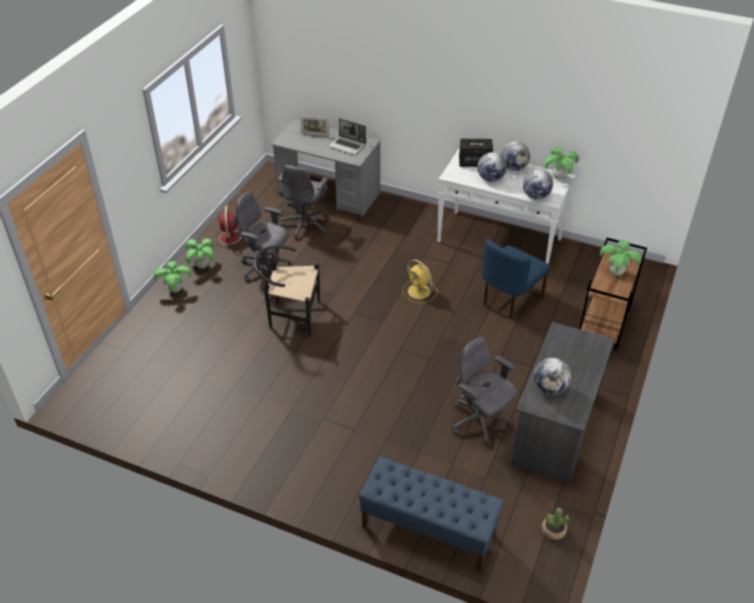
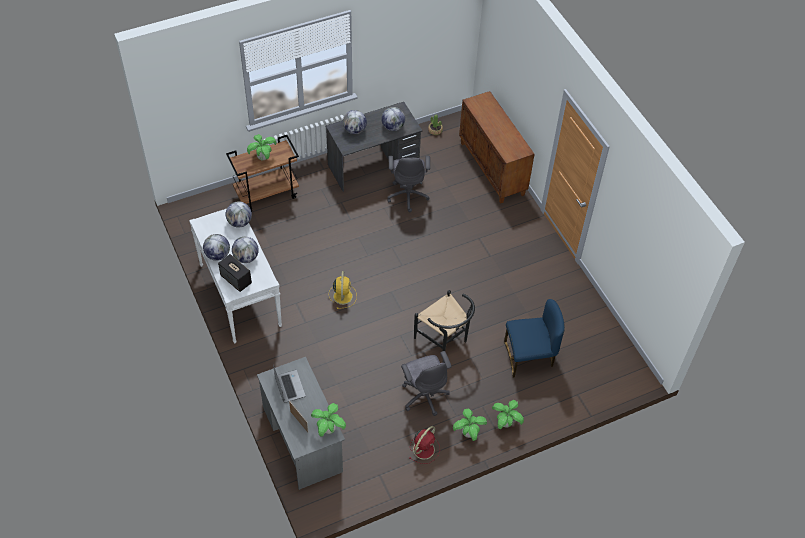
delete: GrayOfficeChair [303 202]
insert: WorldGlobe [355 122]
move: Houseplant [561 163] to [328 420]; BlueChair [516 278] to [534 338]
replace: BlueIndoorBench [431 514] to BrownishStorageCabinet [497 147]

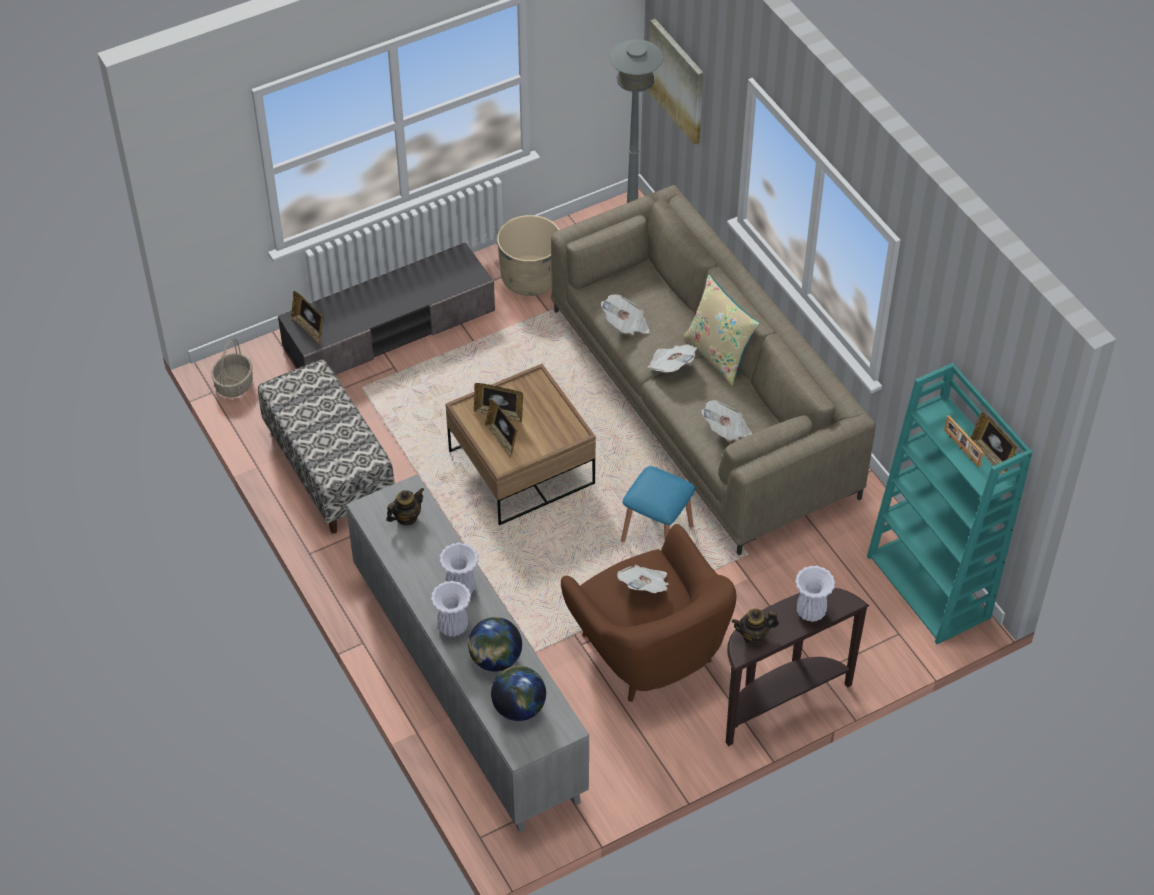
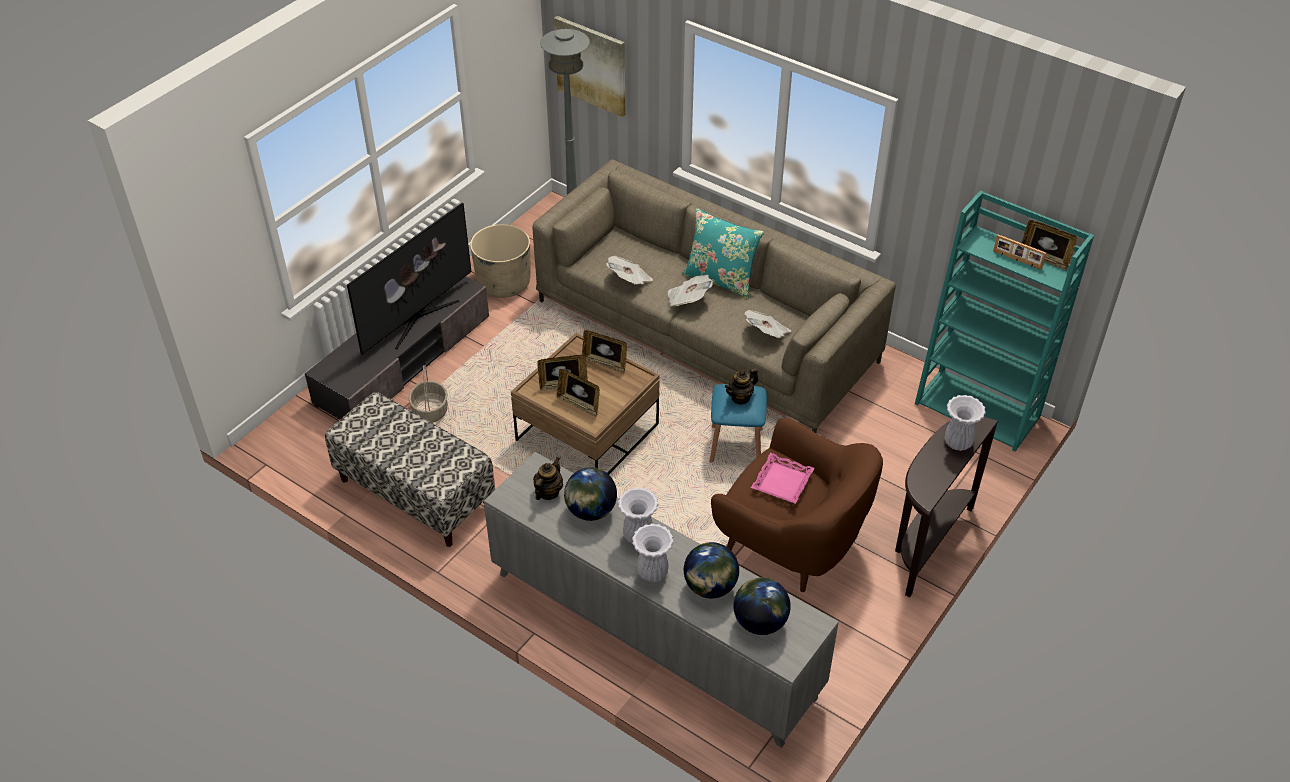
insert: TvSet [409 279]; WorldGlobe [590 494]
move: PhotoFrame [307 318] to [604 351]; Basket [232 368] to [428 394]; Teapot [755 627] to [741 386]
replace: DailyPaper [643 579] to PinkishCarryingTray [782 478]
recolor: BeigePillow [721 330] to TurquoiseColouredPillow [723 253]

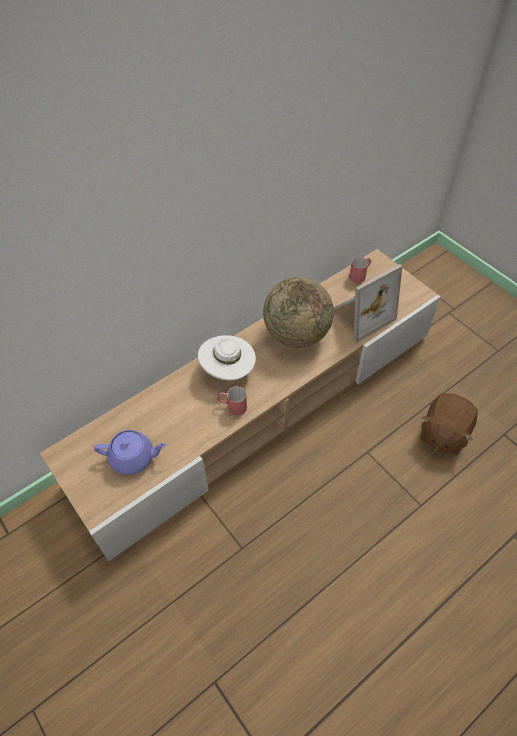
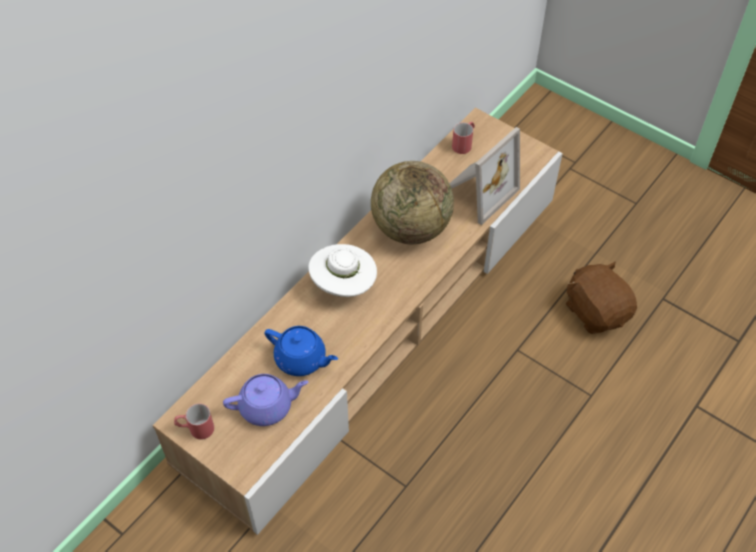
insert: BlueTeapot [301 351]
move: RedColouredMug [232 401] to [194 421]
rotate: BrownishPlushToy [449 424] = [601 298] 135 degrees clockwise

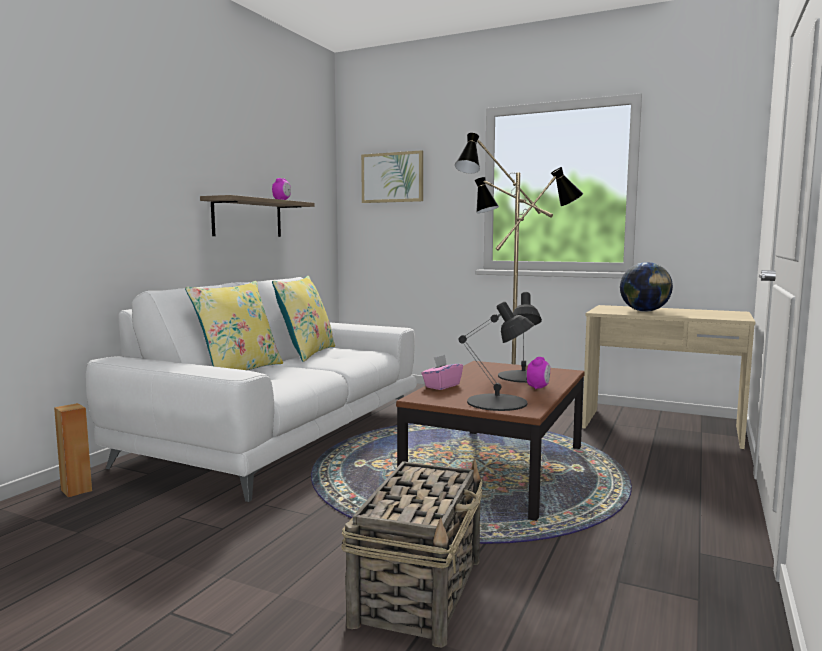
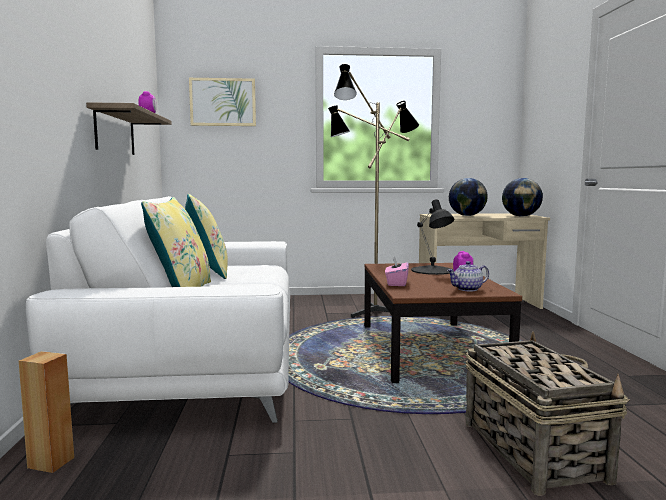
insert: WorldGlobe [522 197]
replace: BlackTabletopLamp [497 356] to Teapot [468 276]

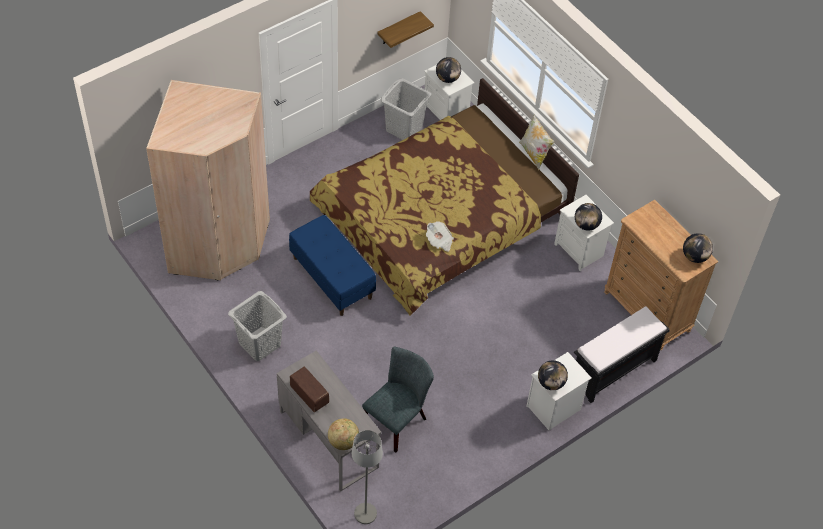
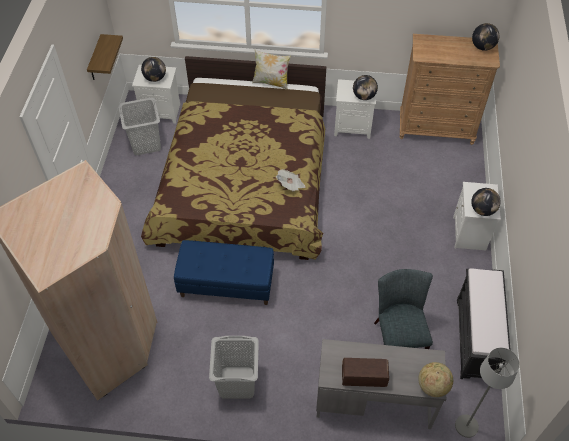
move: BlackIndoorBench [622 354] to [484 323]

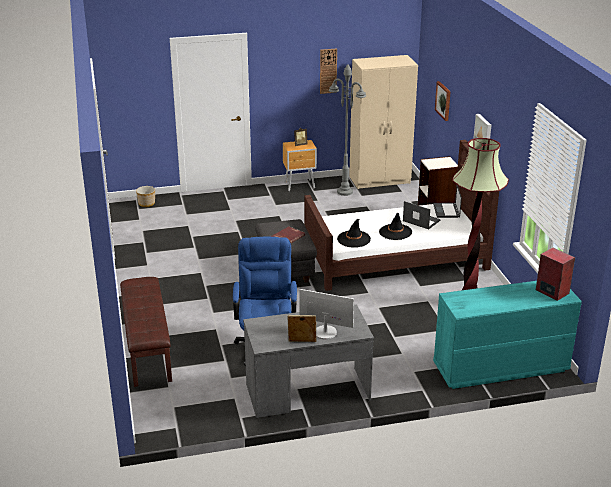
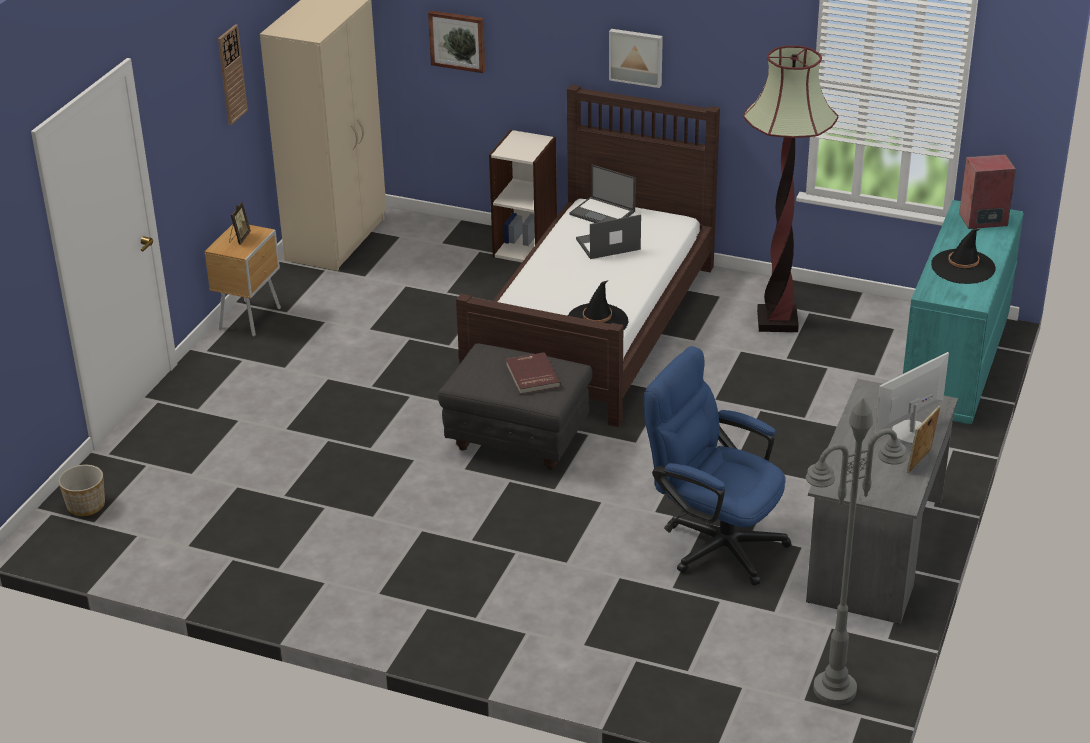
delete: BrownishIndoorBench [146 332]
move: GrayStandardLamp [347 130] to [856 551]; BlackClothingHat [395 226] to [963 256]

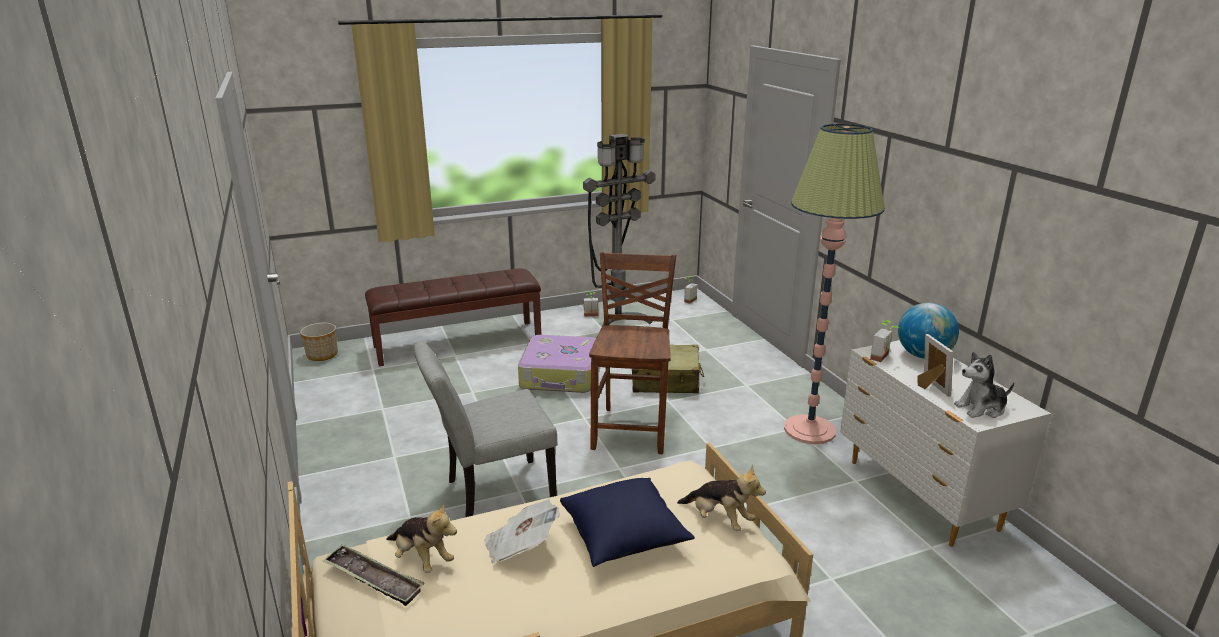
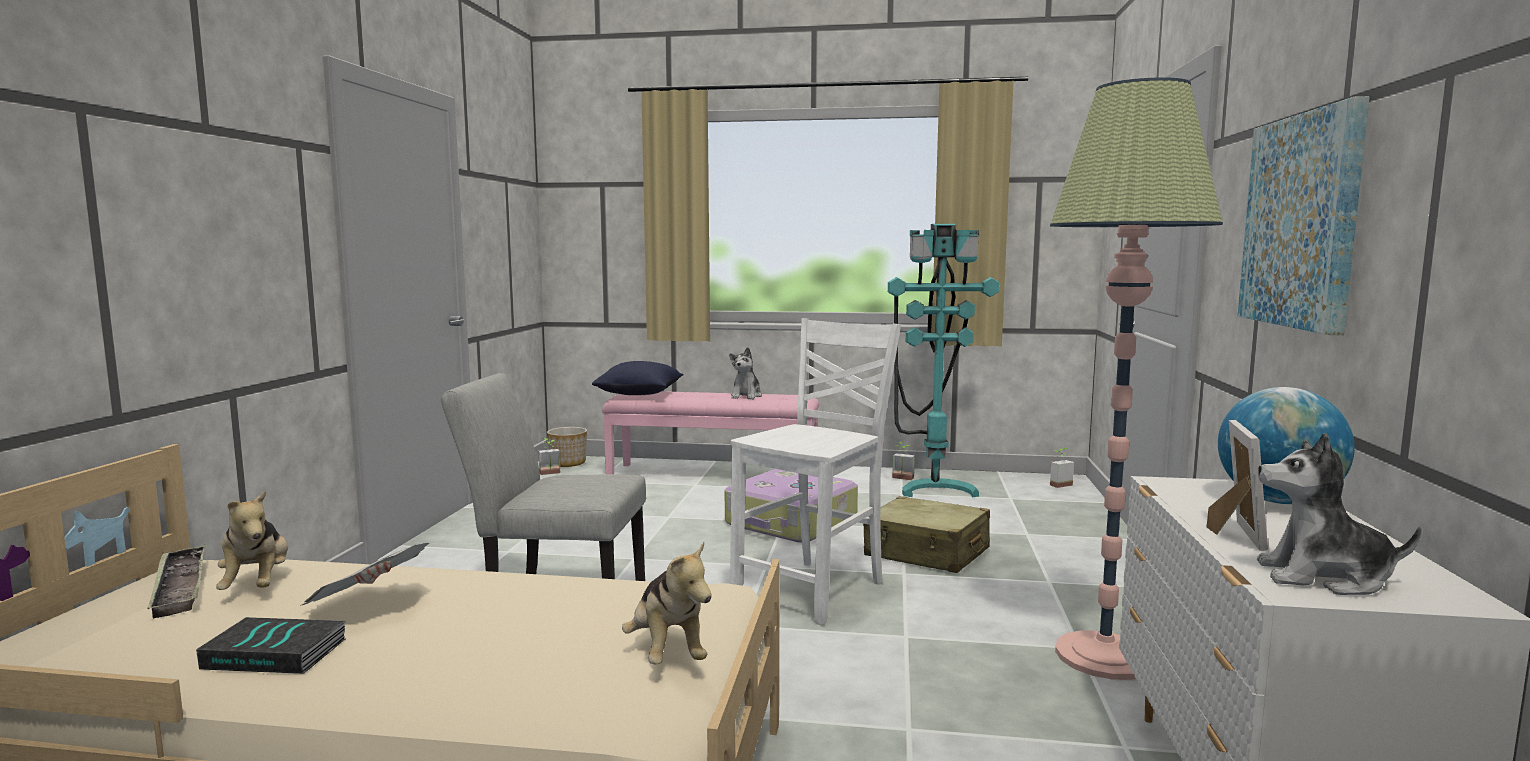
insert: WallArt [1304 215]; PlushToy [745 373]; Volume [271 645]
move: Houseplant [884 341] to [549 456]; BluePillow [627 522] to [638 378]
recolor: GrayStandardLamp [619 229] to TurquoiseColouredStandardLamp [943 361]; BrownishChair [632 353] to WhitishChair [815 472]; BrownishIndoorBench [453 317] to PinkishIndoorBench [710 432]

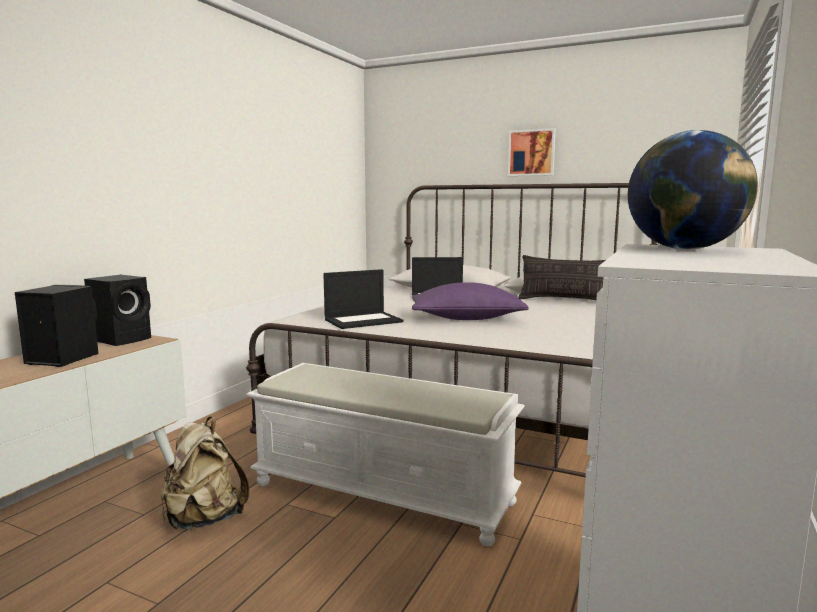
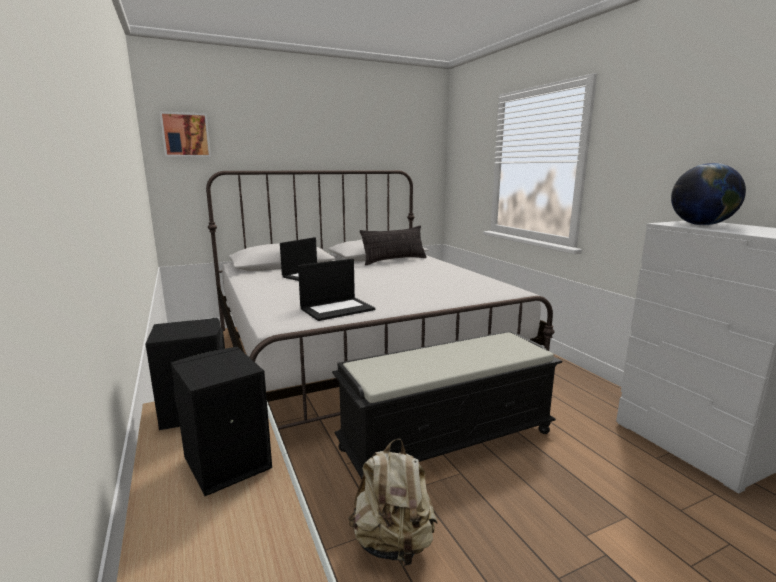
delete: PurpleColouredPillow [470 301]
move: WallArt [532 152] to [185 134]
recolor: WhitishIndoorBench [385 454] to BlackIndoorBench [447 405]
rotate: Laptop [363 299] = [336 290] 45 degrees clockwise

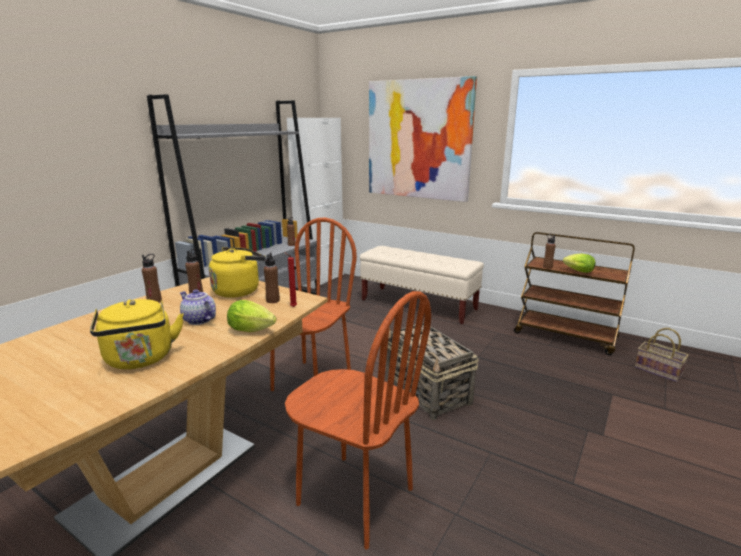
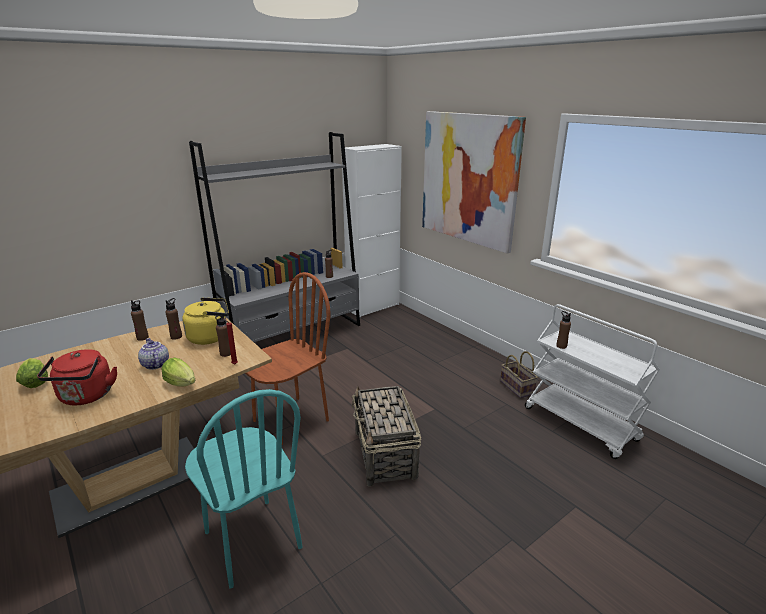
delete: BeigeIndoorBench [422 285]
move: LettuceHead [579 263] to [32 373]; Basket [662 355] to [519 374]
recolor: BrownishTrolley [574 293] to WhitishTrolley [592 381]; BrownishChair [358 420] to TurquoiseColouredChair [244 489]; YellowColouredWaterKettle [137 334] to RedColouredWaterKettle [77 377]

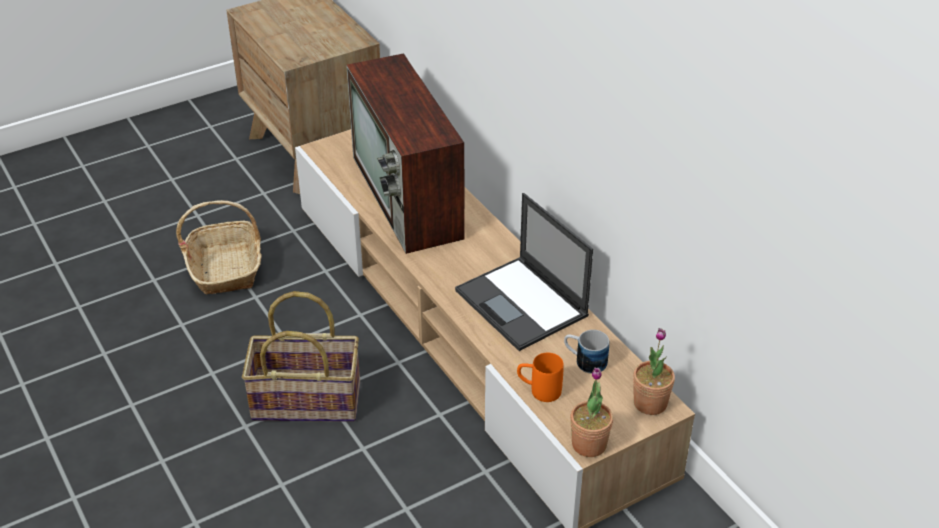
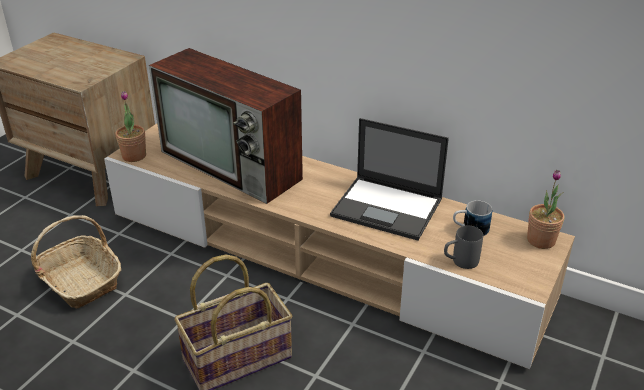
move: Houseplant [591 412] to [131 126]
recolor: OrangeMug [540 377] to GrayMug [463 247]

